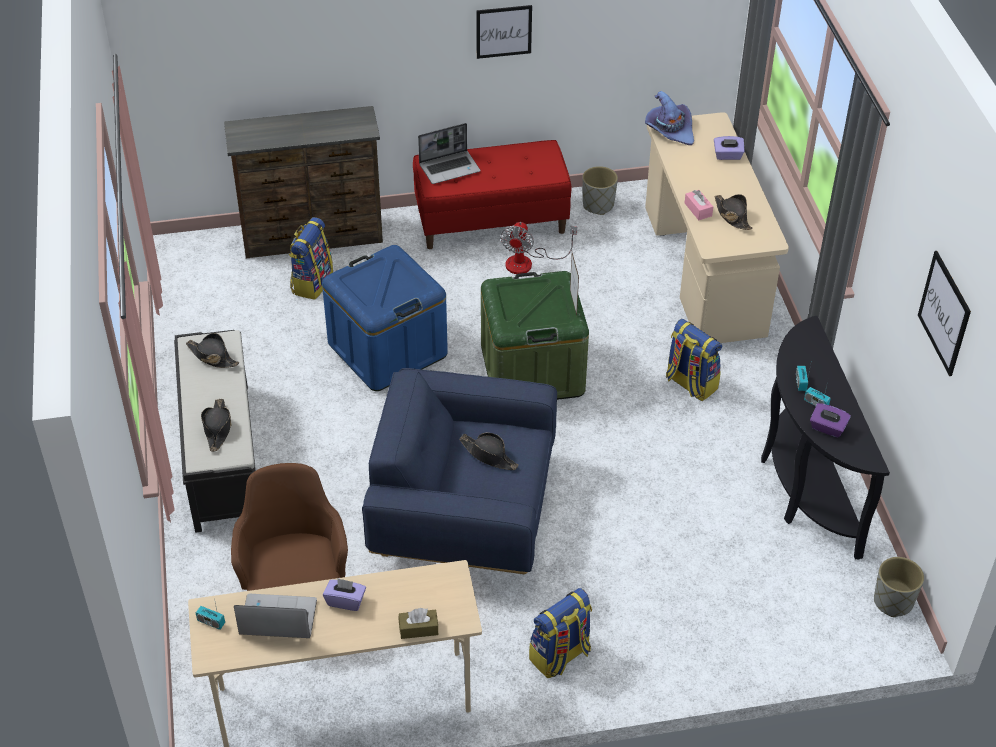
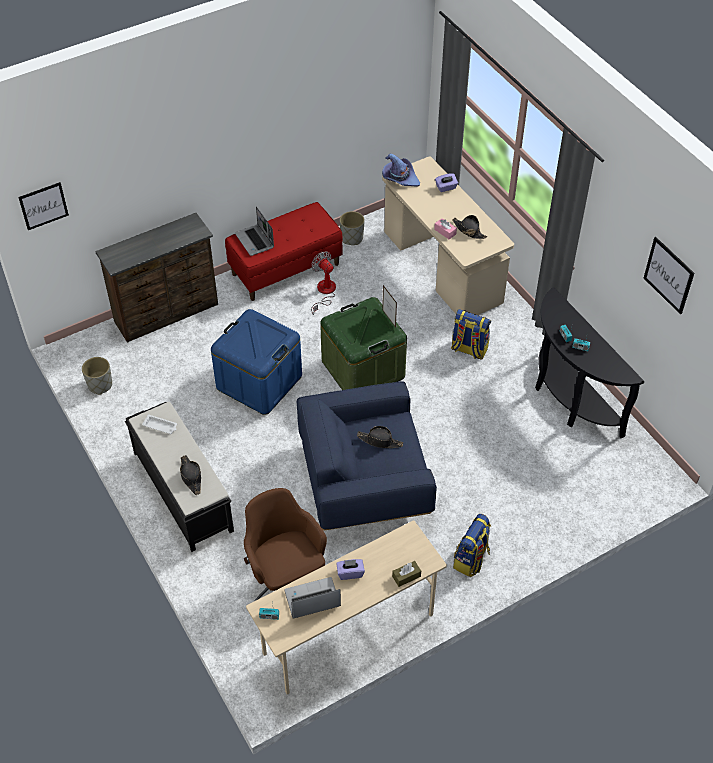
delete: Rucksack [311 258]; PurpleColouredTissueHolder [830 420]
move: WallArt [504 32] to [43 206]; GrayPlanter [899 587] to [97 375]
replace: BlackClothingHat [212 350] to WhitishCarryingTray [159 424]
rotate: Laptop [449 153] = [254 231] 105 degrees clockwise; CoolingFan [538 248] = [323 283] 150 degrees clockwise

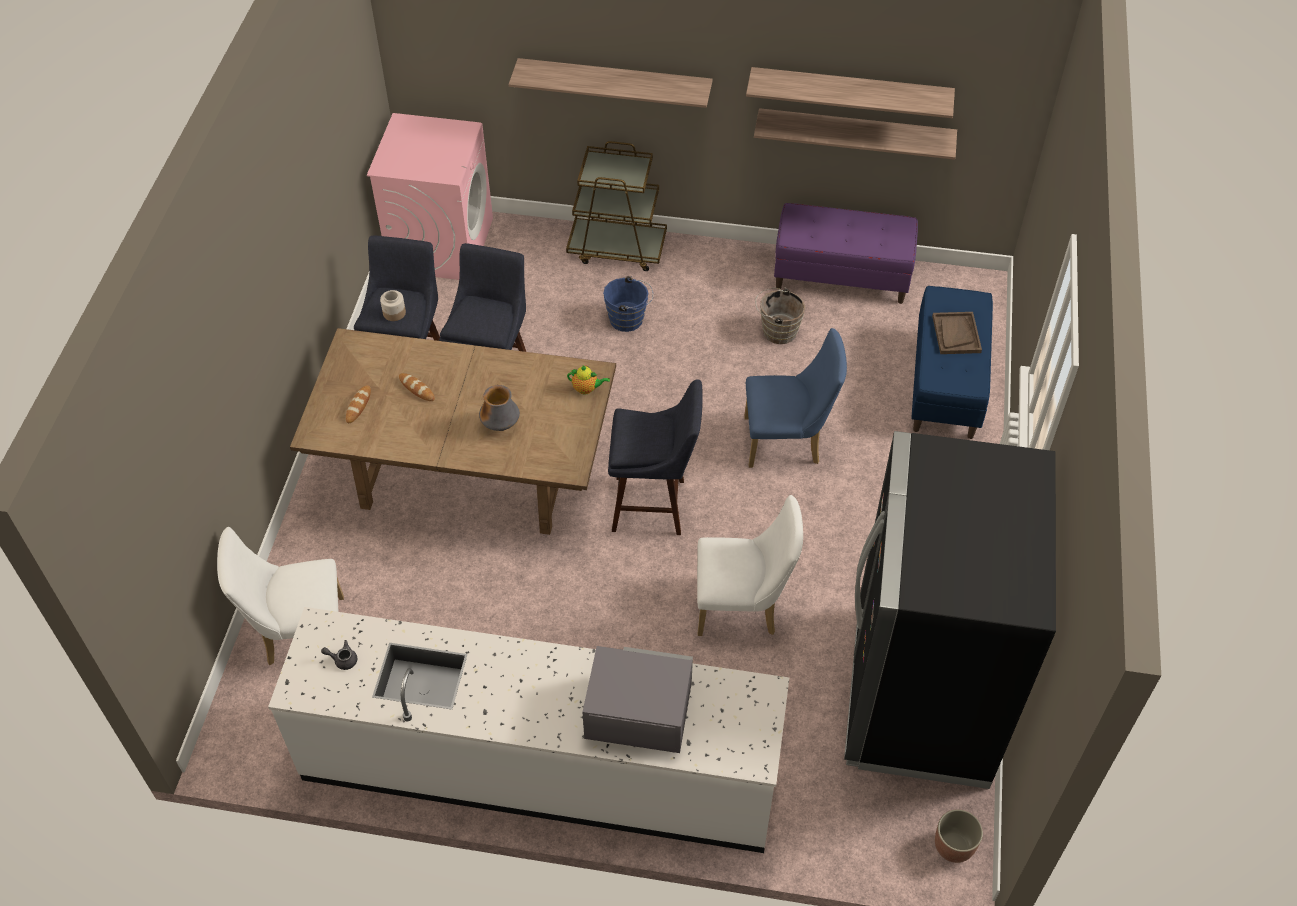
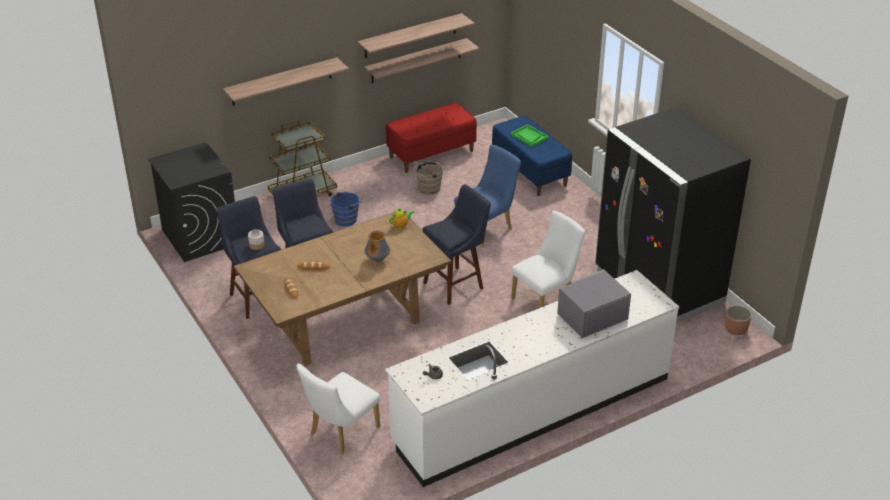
recolor: PinkishLaundryMachine [430 196] to BlackLaundryMachine [191 202]; PurpleColouredIndoorBench [846 253] to RedColouredIndoorBench [431 138]; BrownishCarryingTray [957 333] to GreenColouredCarryingTray [530 135]

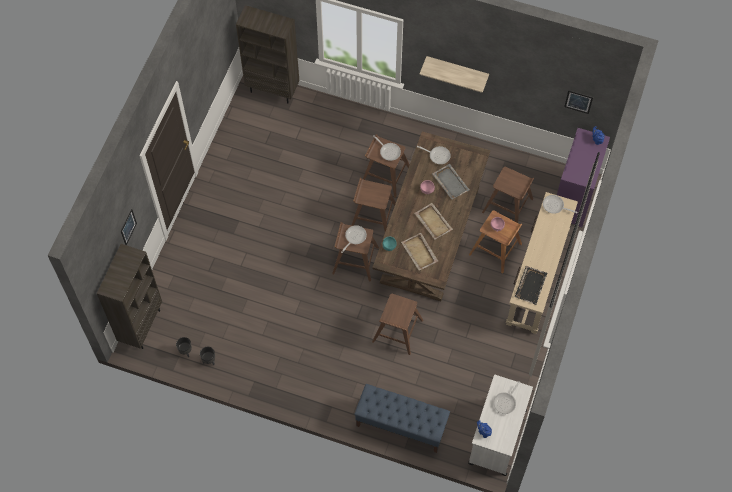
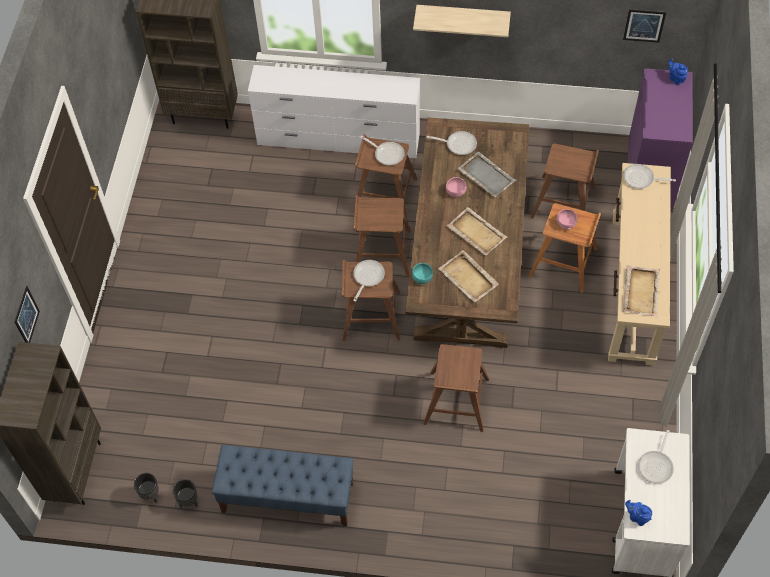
insert: WhitishChestOfDrawers [334 111]
move: BlueIndoorBench [402 418] to [282 485]
recolor: BlackCarryingTray [531 285] to BeigeCarryingTray [641 291]

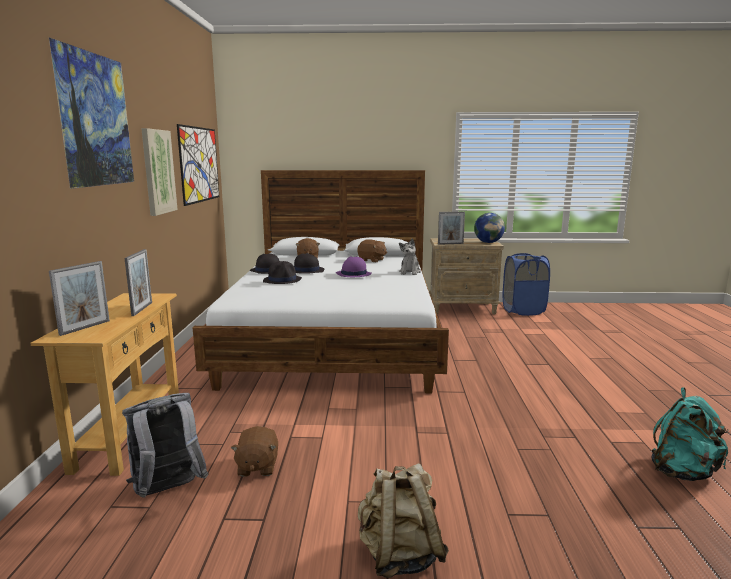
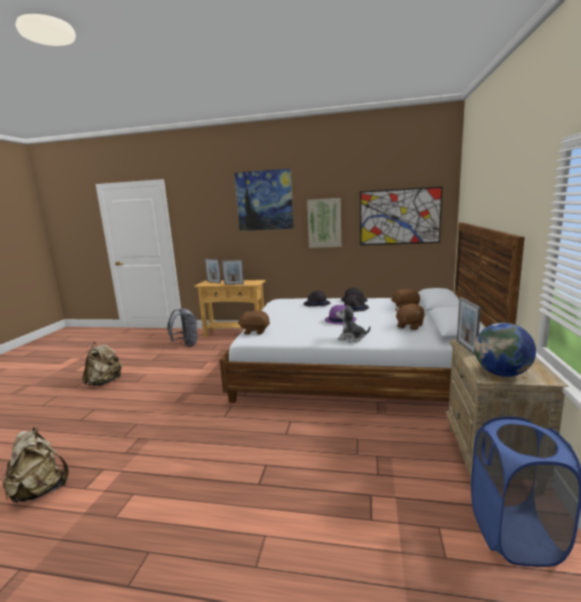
move: BrownishPlushToy [254 451] to [254 323]
recolor: TurquoiseColouredRucksack [689 434] to BeigeRucksack [36 465]

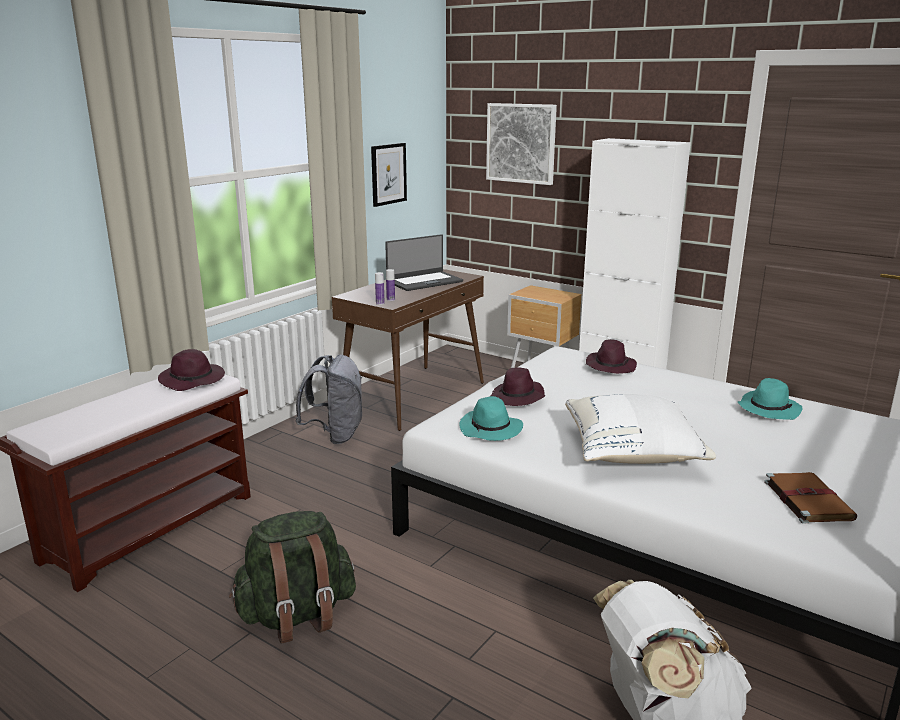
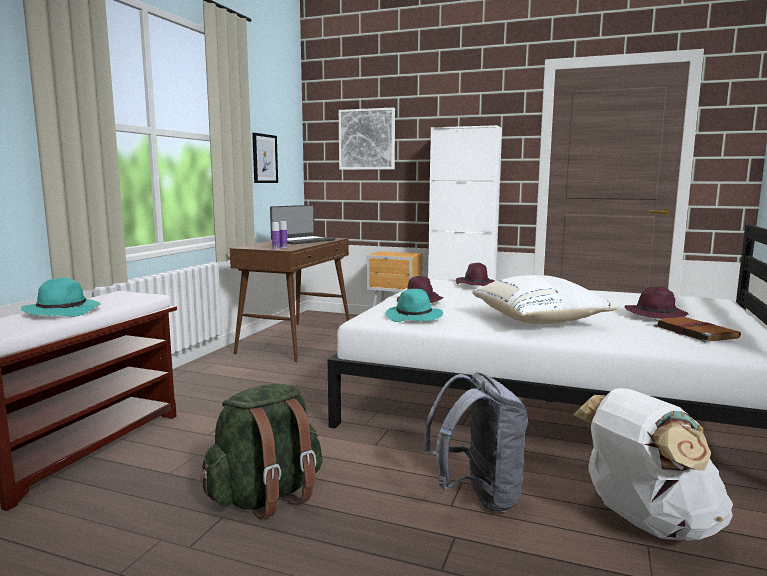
move: PurpleColouredClothingHat [191 370] to [656 302]; GrayRucksack [328 399] to [475 442]; TurquoiseColouredClothingHat [770 399] to [61 297]

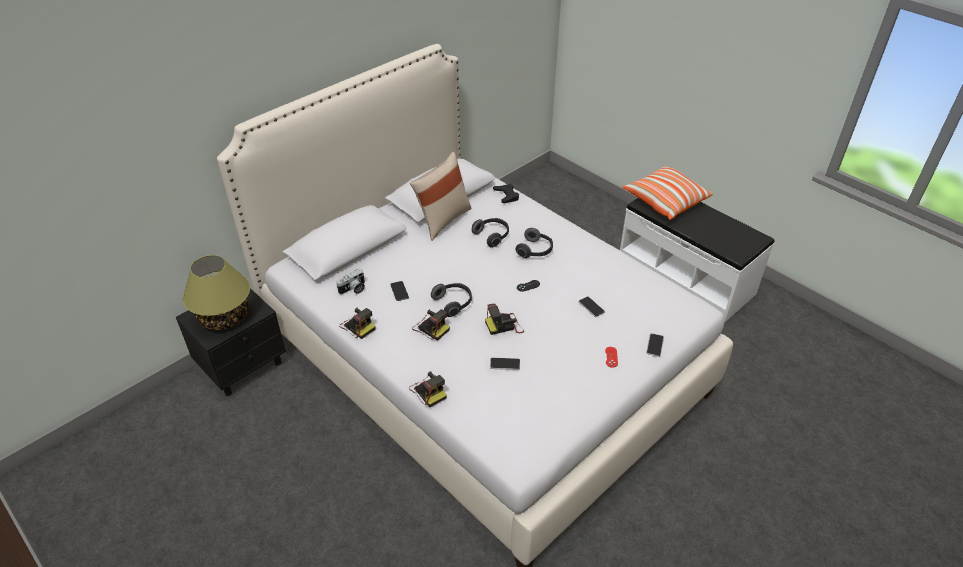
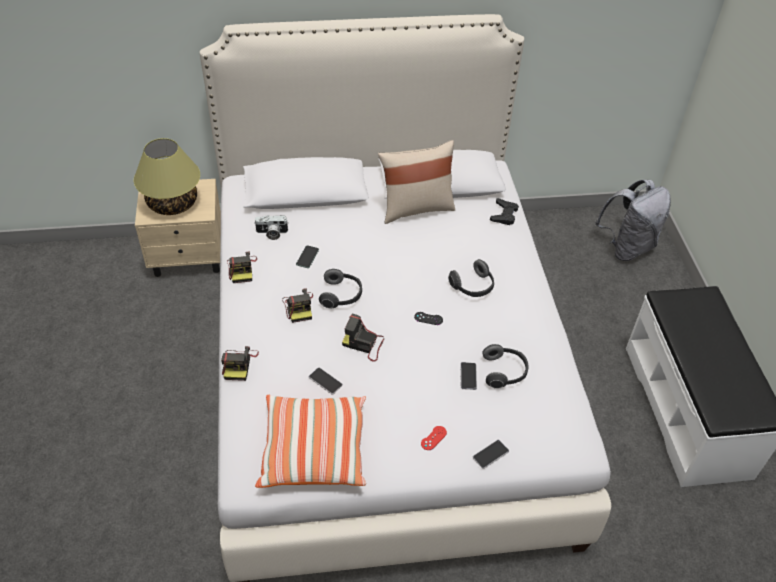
insert: GrayRucksack [633 220]
move: Pillow [668 192] to [310 441]; PairOfHeadphones [490 232] to [505 366]
recolor: BlackBedsideTable [231 342] to BeigeBedsideTable [178 228]

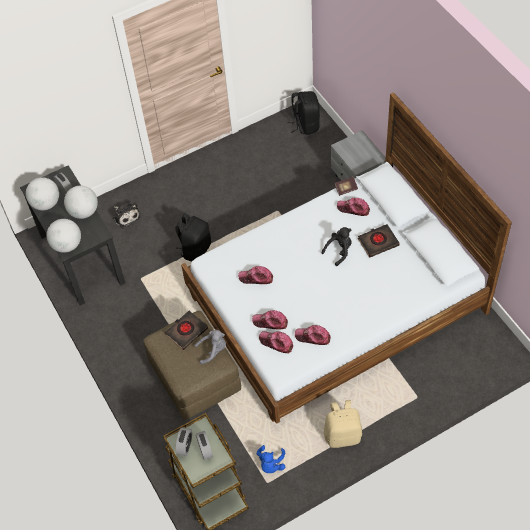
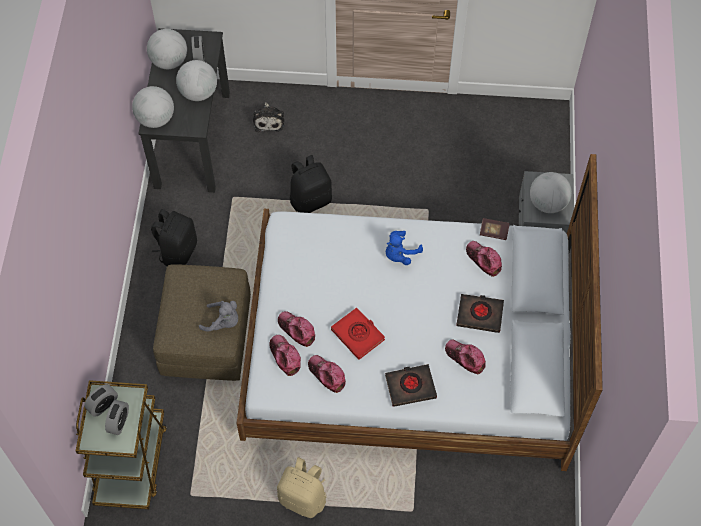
delete: BlackPlushToy [337 246]
insert: WorldGlobe [551 192]; RedColouredVolume [358 334]
move: BlackRucksack [304 113] to [174 237]; Cap [255 275] to [465 357]; BlackVolume [186 330] to [411 385]; BluePlushToy [271 459] to [404 248]

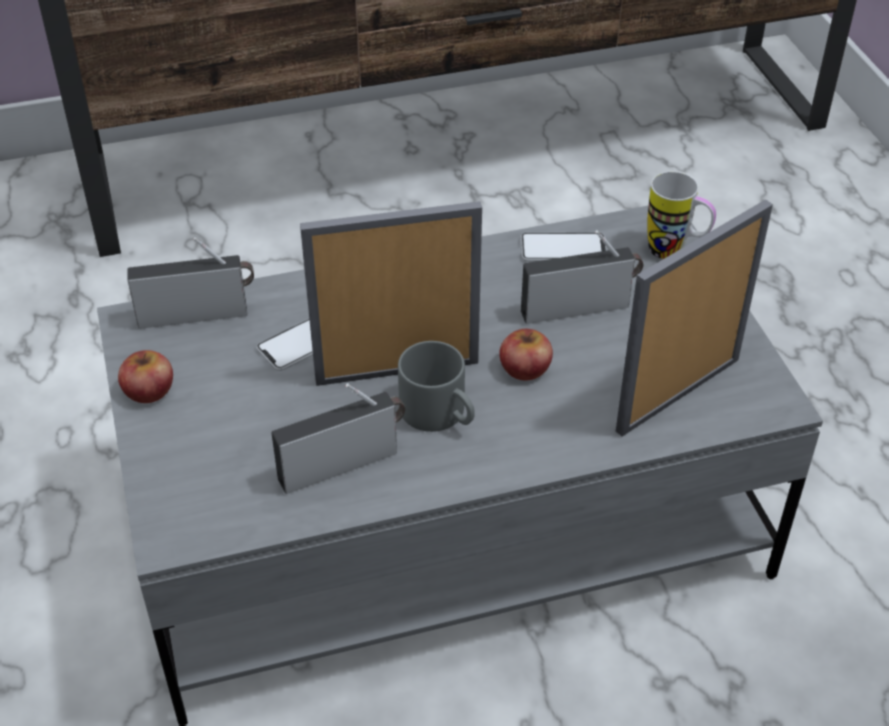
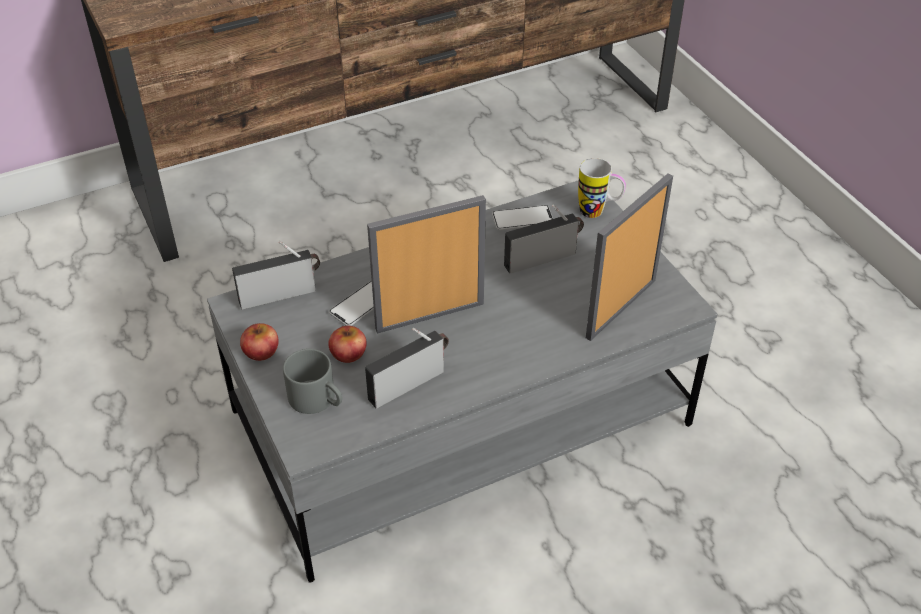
move: Apple [526 355] to [347 344]; GrayMug [436 386] to [312 381]

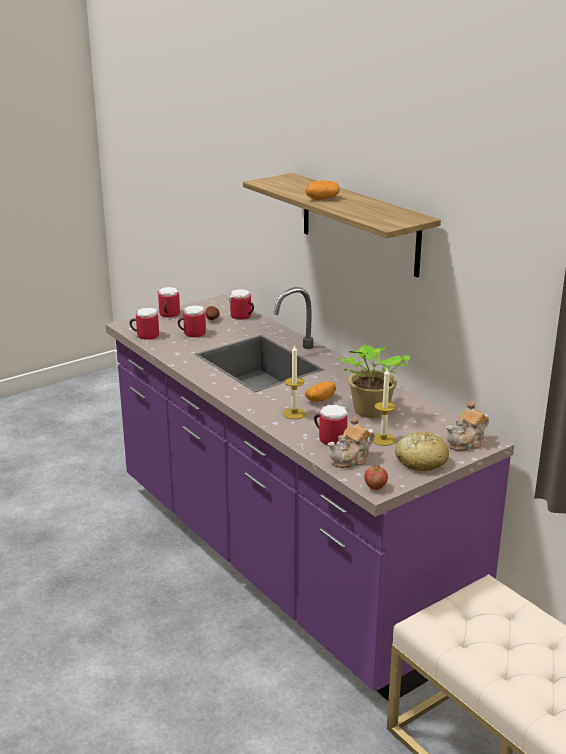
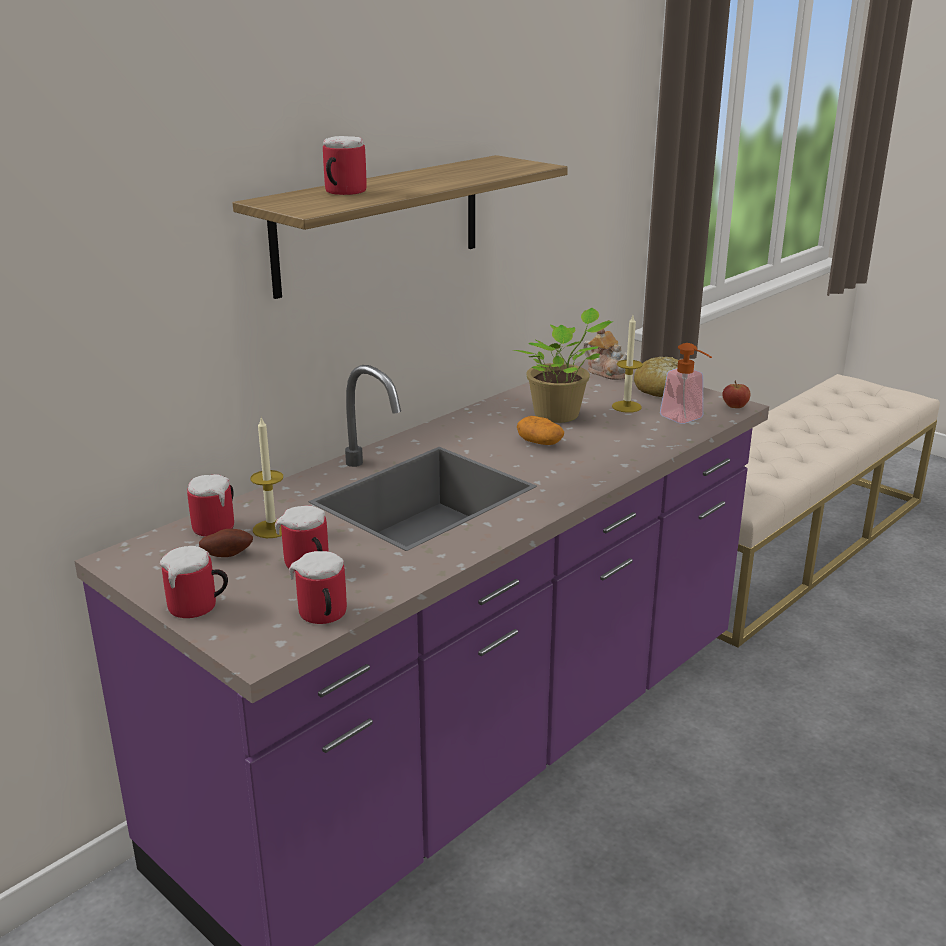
delete: Spud [322 190]
move: WaxCandle [294 382] to [266 477]; Mug [331 425] to [345 165]
replace: Teapot [351 442] to SoapDispenser [686 383]

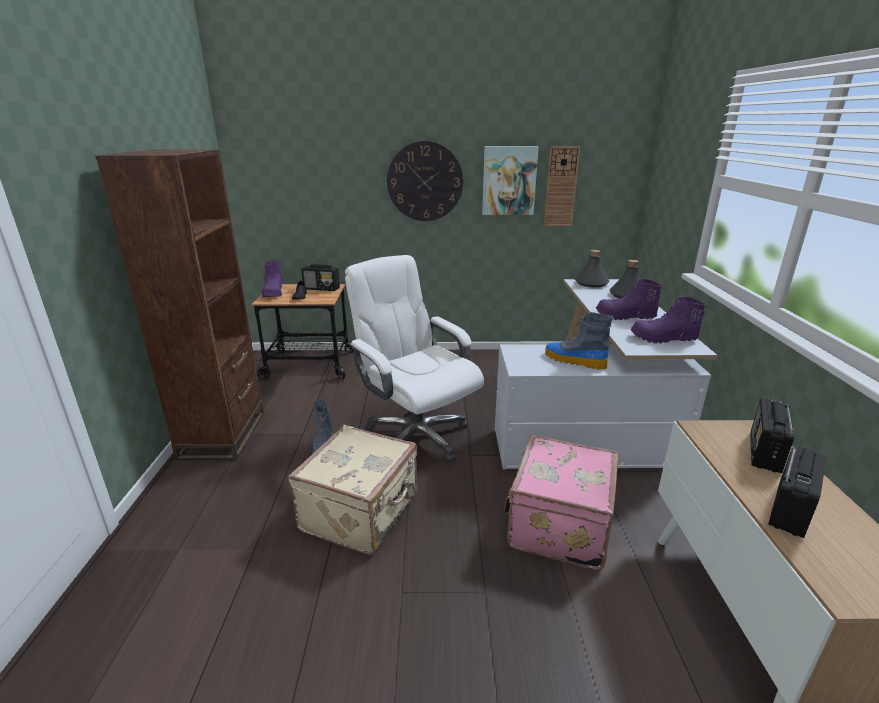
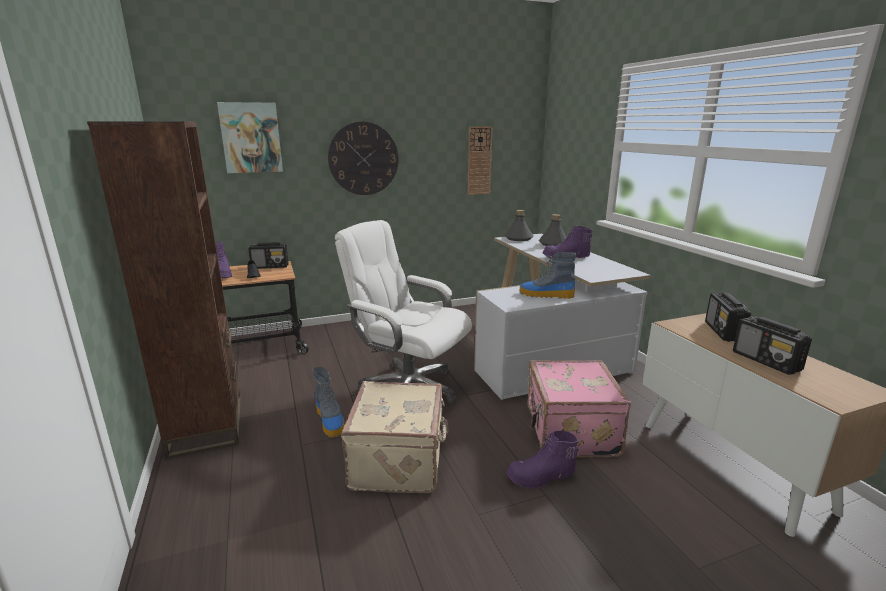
move: WallArt [510 180] to [250 137]; PurpleColouredHighTopBoot [668 320] to [542 460]
rotate: RadioReceiver [797 492] = [772 345] 135 degrees clockwise

